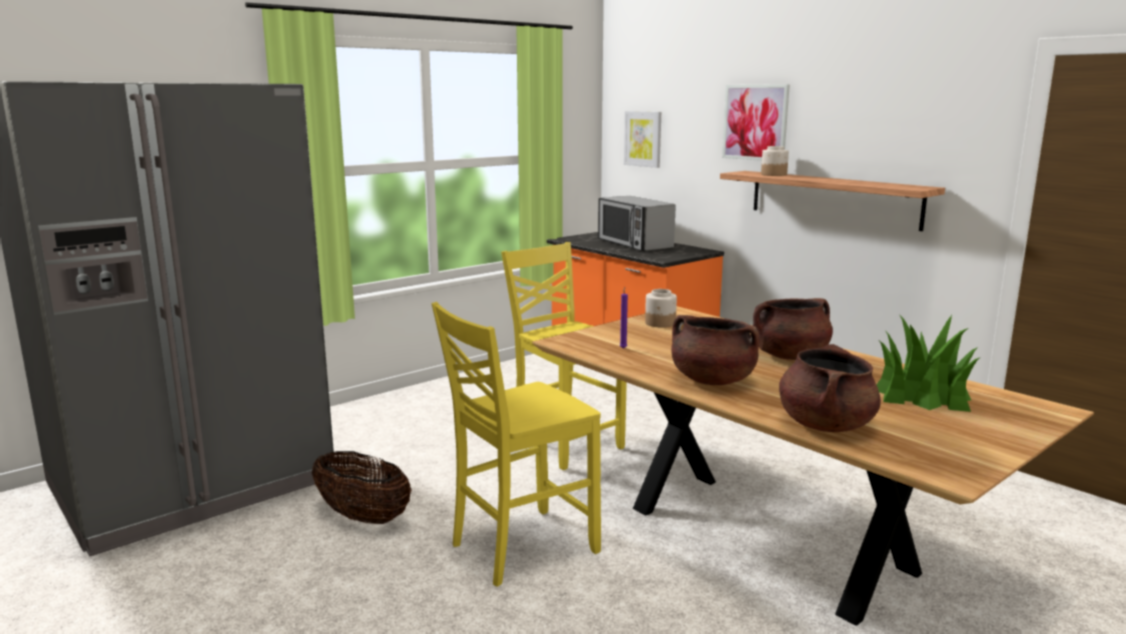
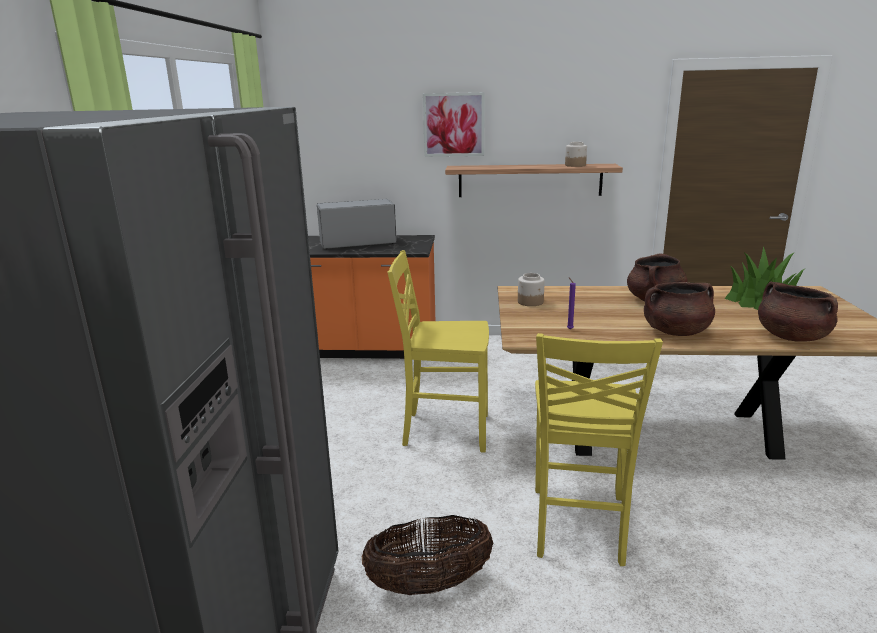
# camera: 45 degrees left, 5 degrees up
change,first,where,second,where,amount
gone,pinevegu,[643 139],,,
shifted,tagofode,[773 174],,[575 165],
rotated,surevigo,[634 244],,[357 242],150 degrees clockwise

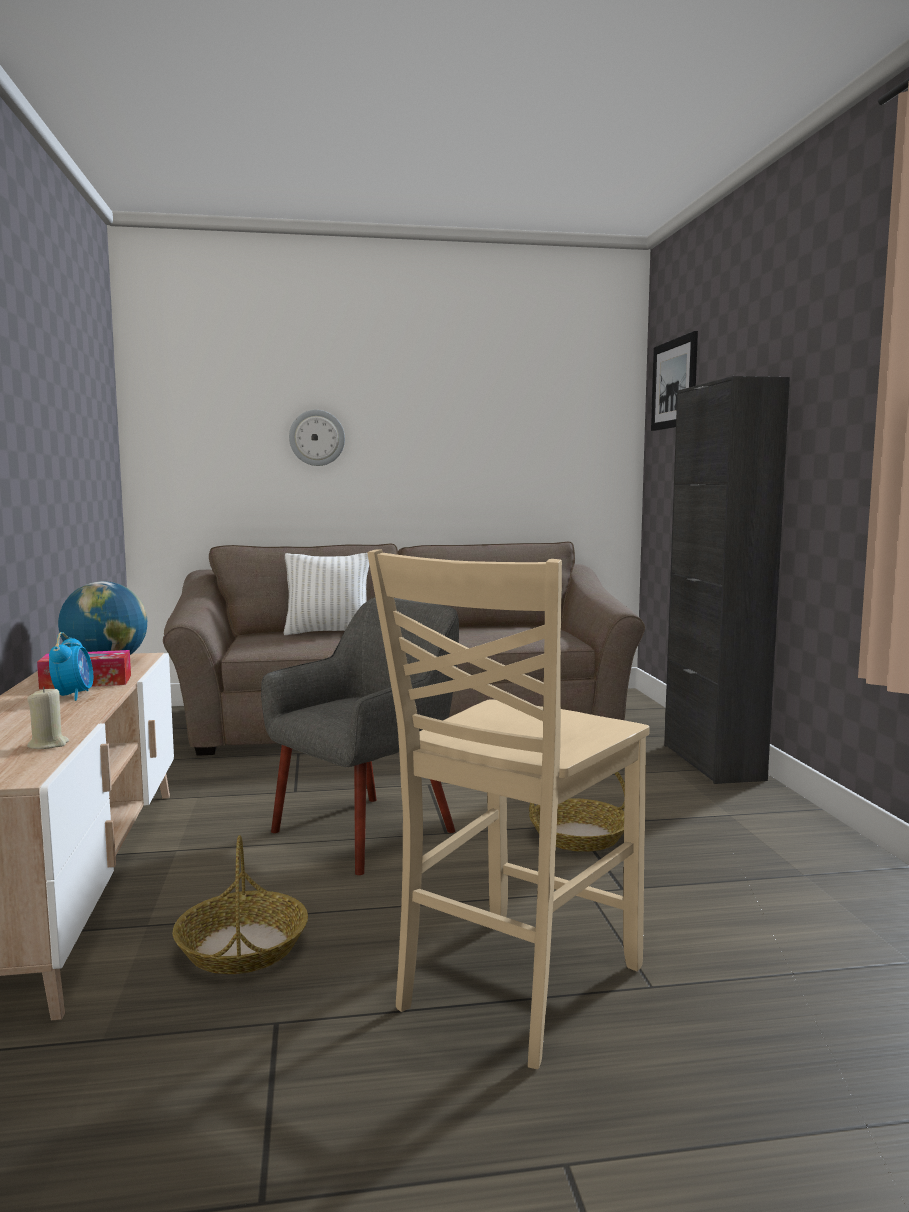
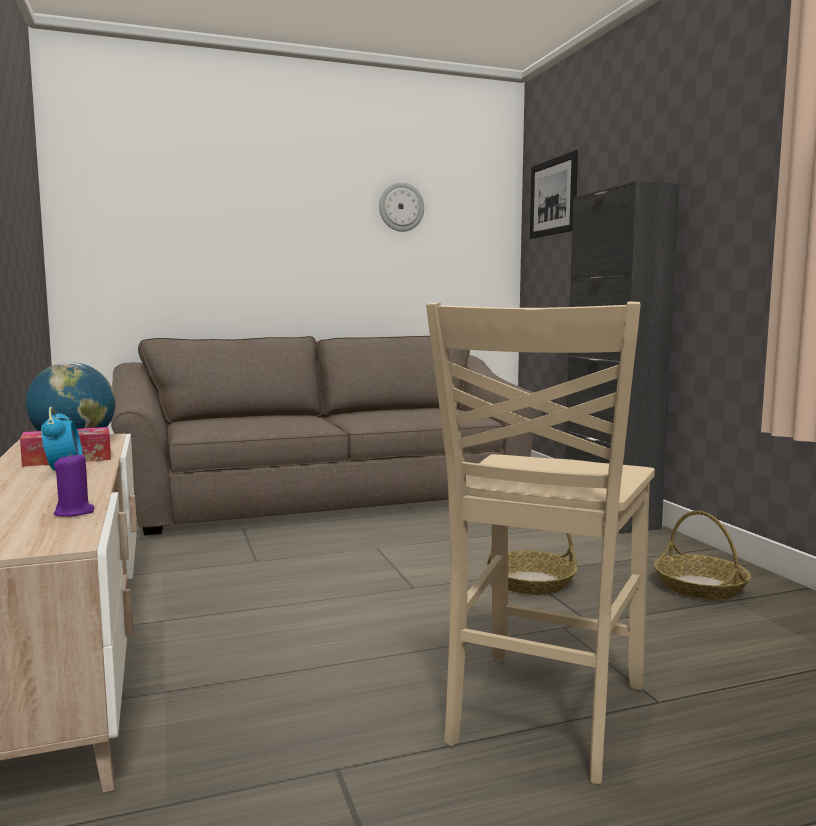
# camera: 10 degrees left, 0 degrees up
change,first,where,second,where,amount
gone,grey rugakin,[367 831],,,
gone,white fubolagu,[329 632],,,
shifted,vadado,[242 947],,[699 587],
shifted,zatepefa,[317 438],,[401 207],
repainted,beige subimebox,[48 745],purple subimebox,[74 512],

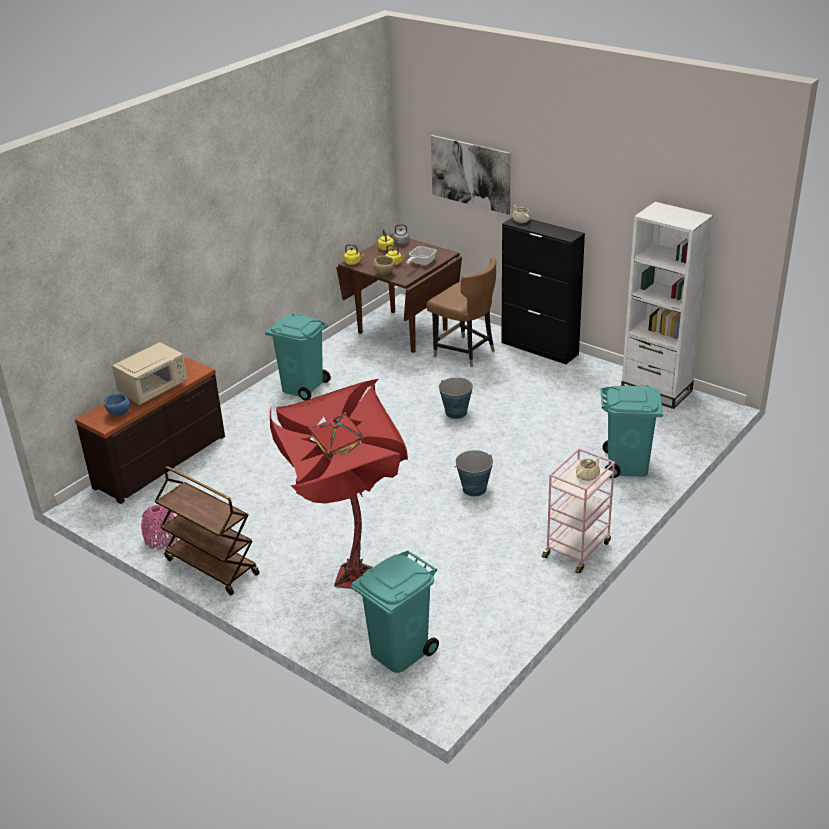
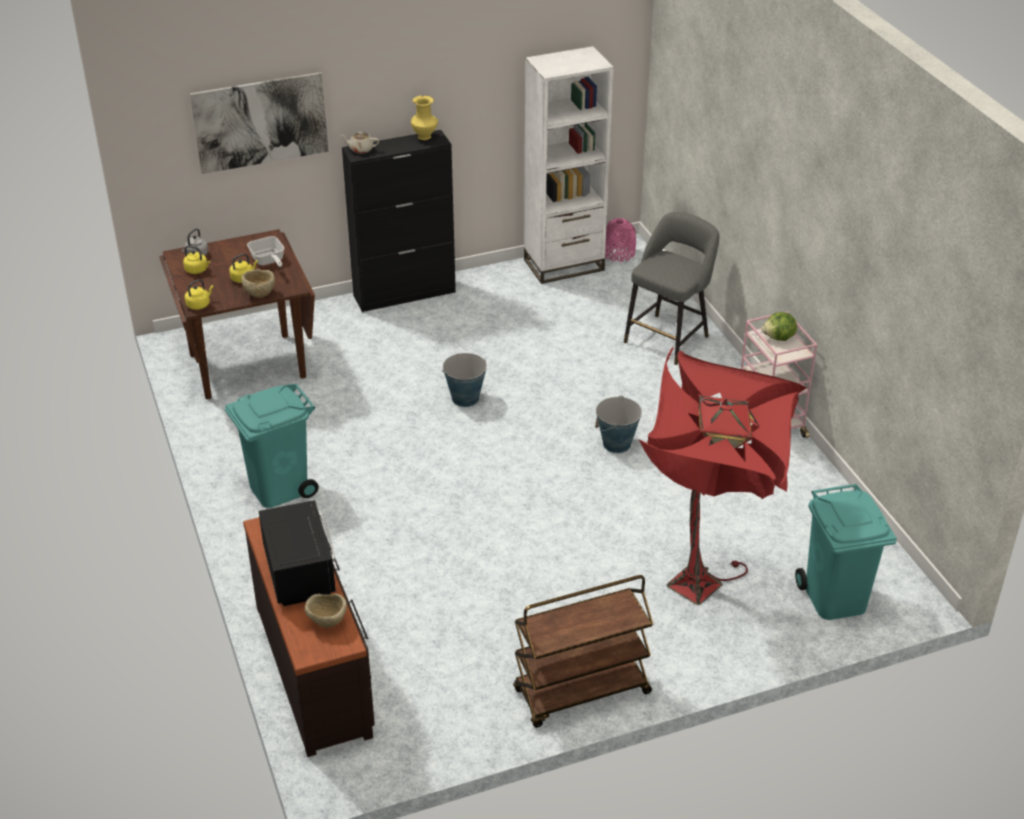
# camera: 60 degrees left, 5 degrees up
change,first,where,second,where,amount
gone,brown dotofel,[465 352],,,
new,,,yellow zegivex,[425 137],
shifted,pink zegivex,[161 538],,[618 253],
swapped,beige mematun,[588 475],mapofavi,[779 338],
swapped,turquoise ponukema,[627 466],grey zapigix,[669 337],
repainted,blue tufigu,[119 413],beige tufigu,[327 622],
repainted,beige surevigo,[154 389],black surevigo,[300 572],

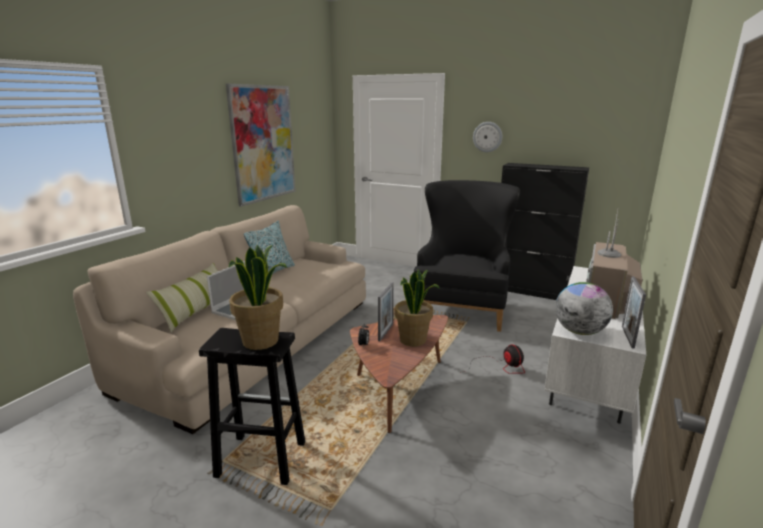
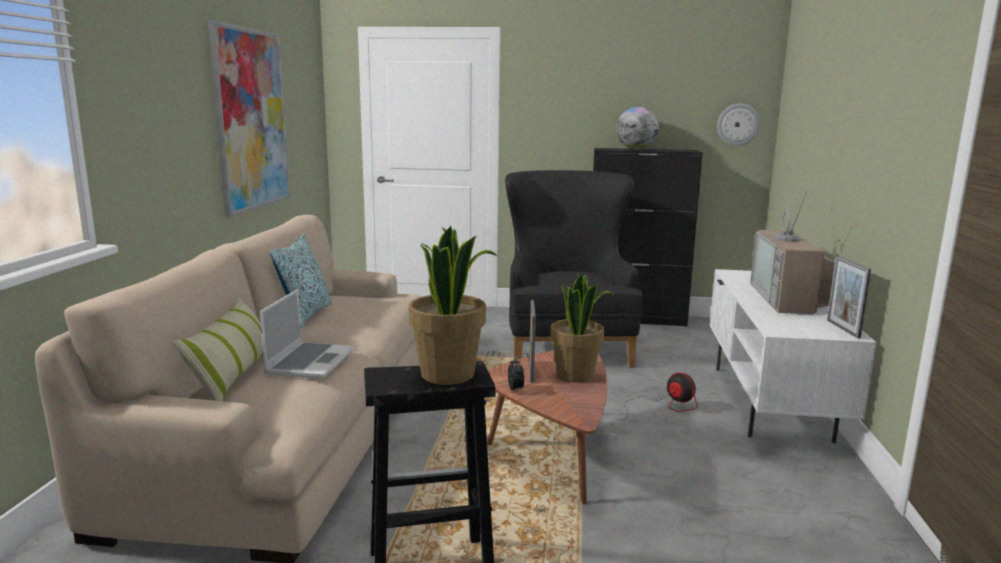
# camera: 20 degrees left, 5 degrees down
change,first,where,second,where,amount
shifted,zatepefa,[487 137],,[738 124],
shifted,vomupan,[579 331],,[635 149],

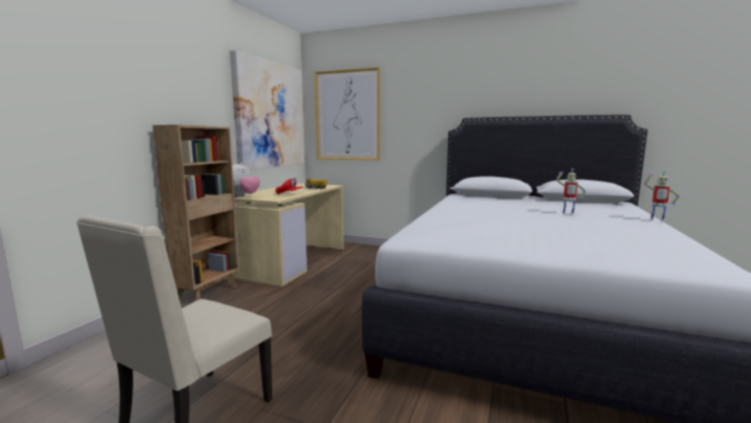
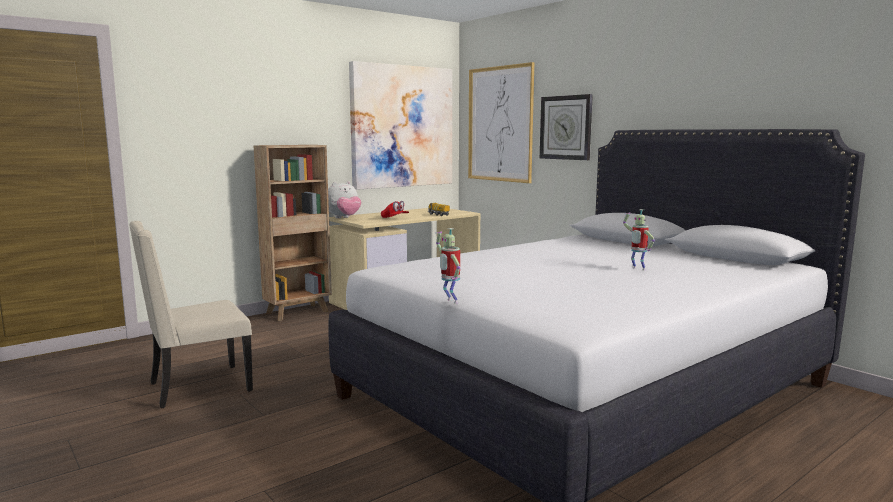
# camera: 30 degrees right, 0 degrees up
change,first,where,second,where,amount
new,,,zatepefa,[566 127],
shifted,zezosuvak,[656 220],,[450 301],

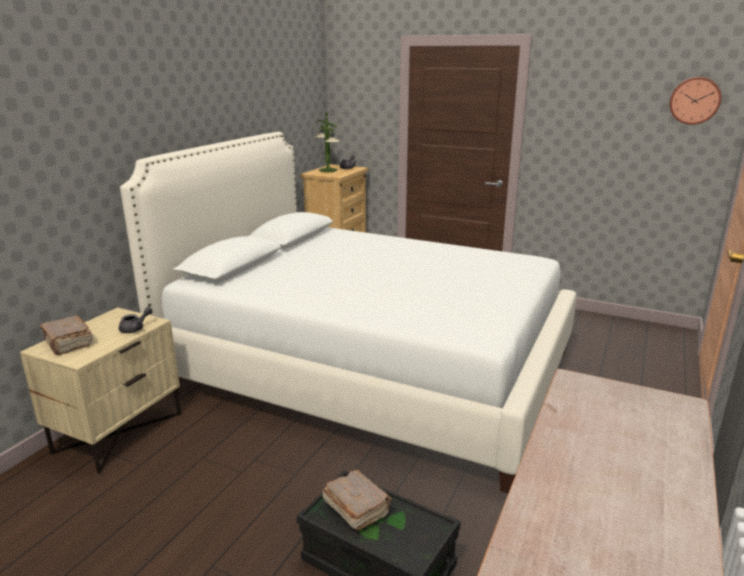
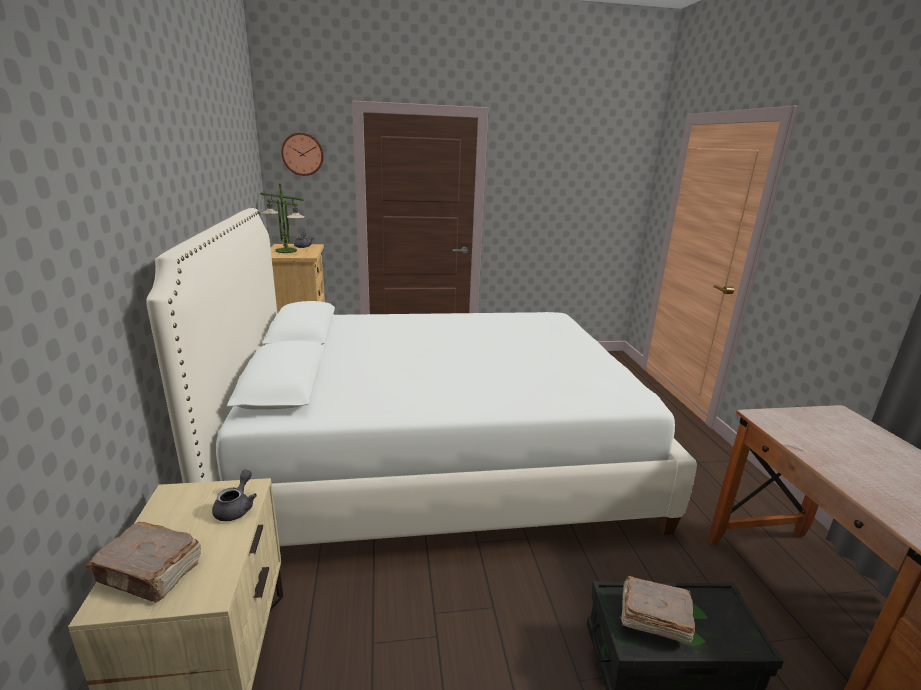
# camera: 35 degrees left, 0 degrees up
change,first,where,second,where,amount
shifted,zatepefa,[694 100],,[303 154],

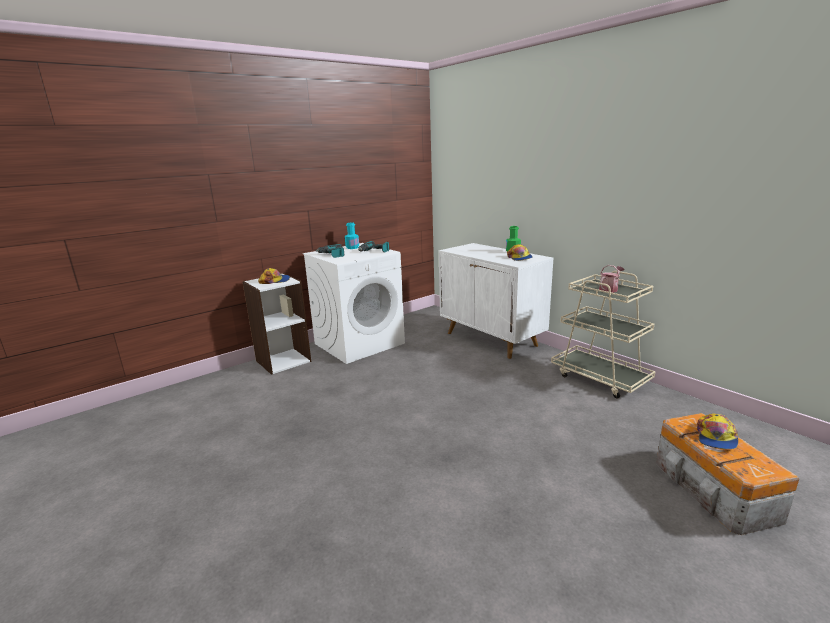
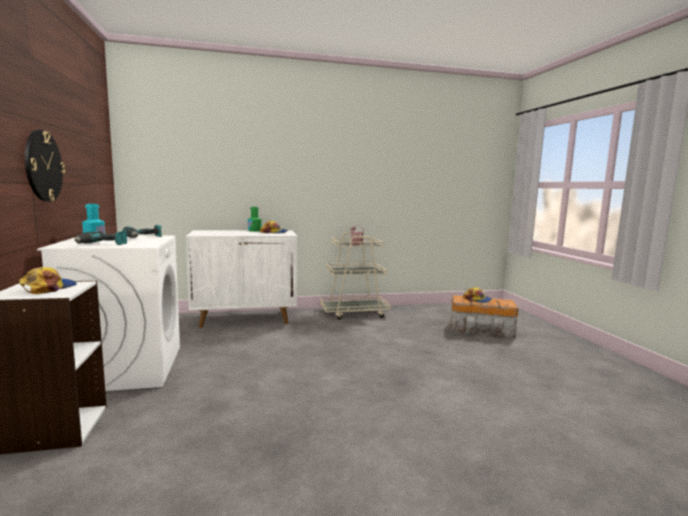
# camera: 65 degrees left, 10 degrees down
change,first,where,second,where,amount
new,,,zatepefa,[43 166],

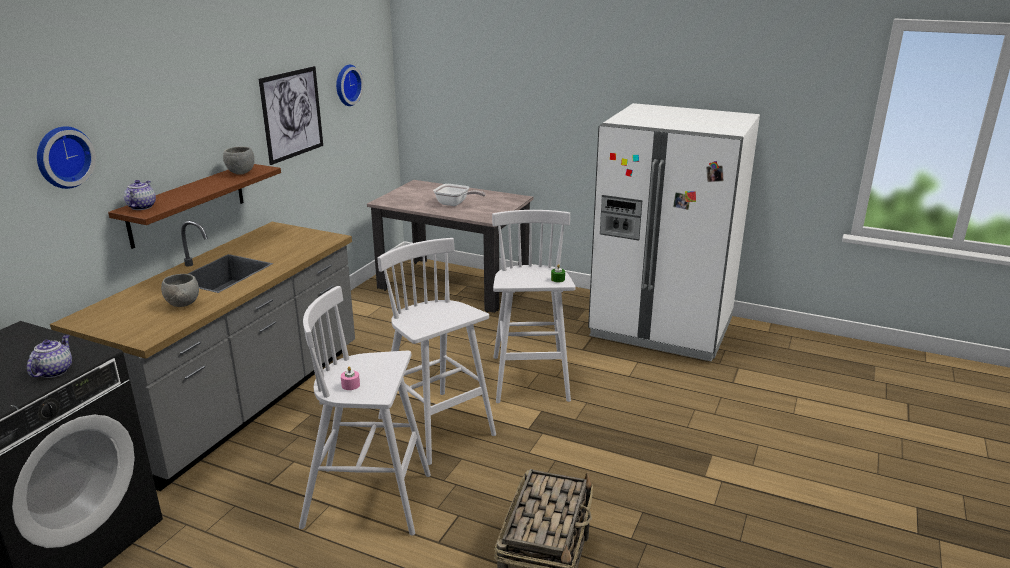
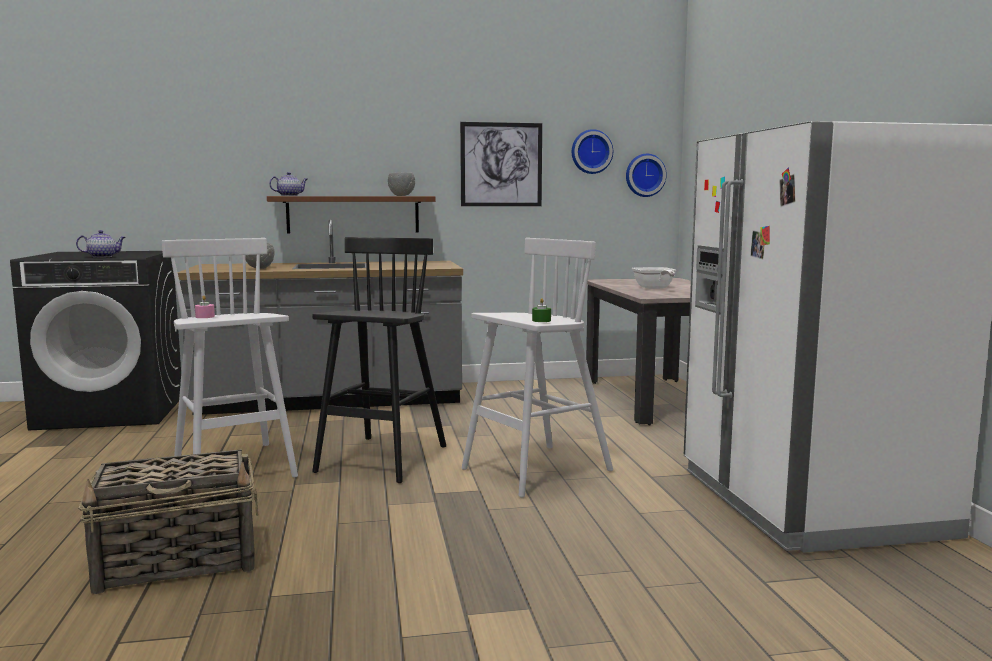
# camera: 55 degrees right, 15 degrees down
change,first,where,second,where,amount
shifted,zatepefa,[62 157],,[644 175],
repainted,white zapigix,[437 427],black zapigix,[381 460],

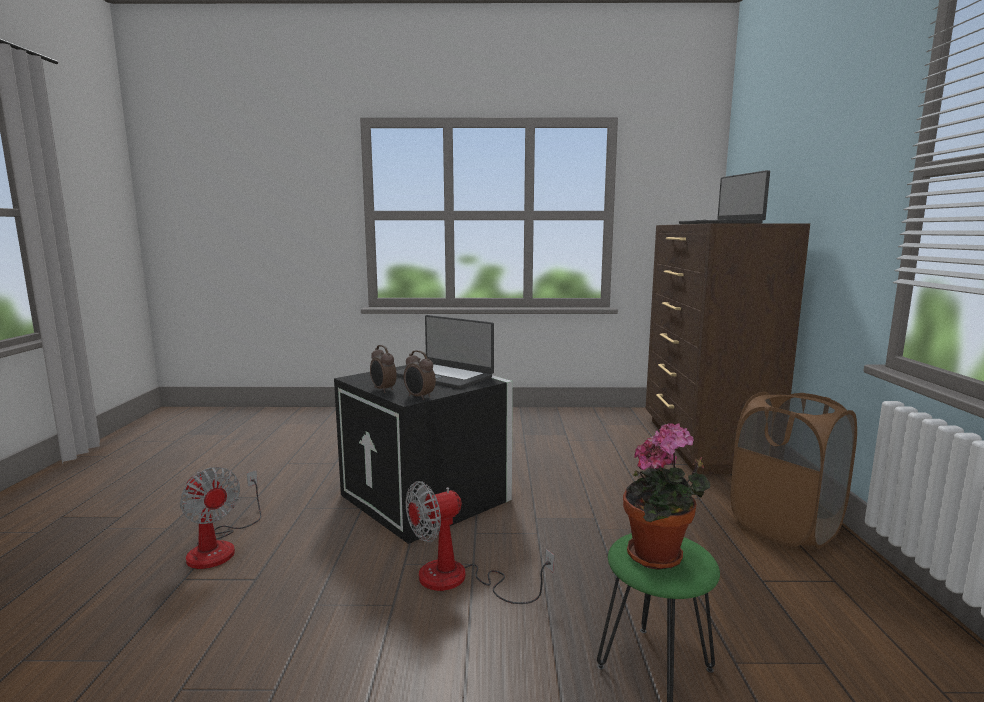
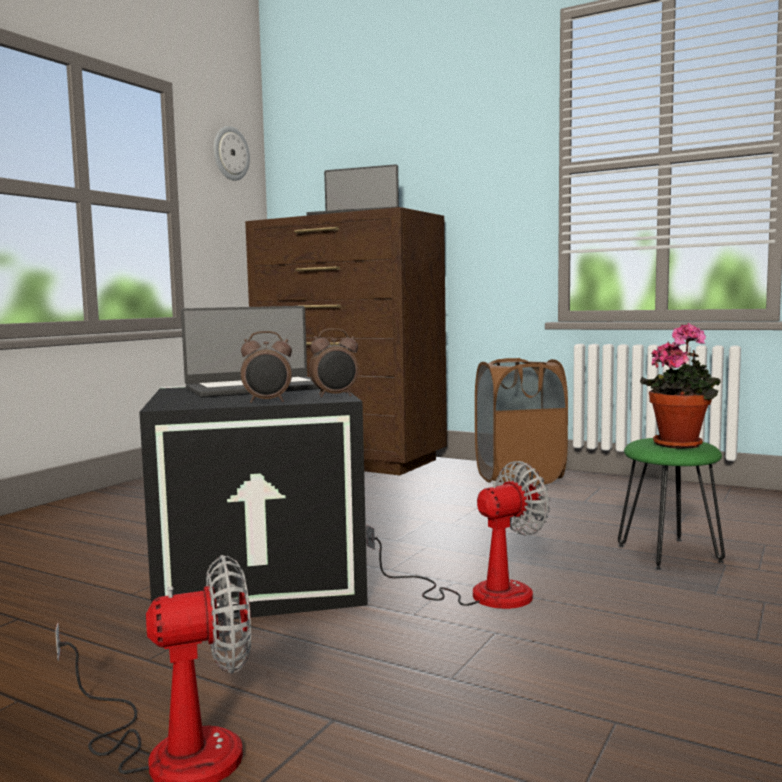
# camera: 60 degrees left, 5 degrees down
change,first,where,second,where,amount
new,,,zatepefa,[230 153],
rotated,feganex,[459 580],,[479 593],120 degrees counterclockwise

